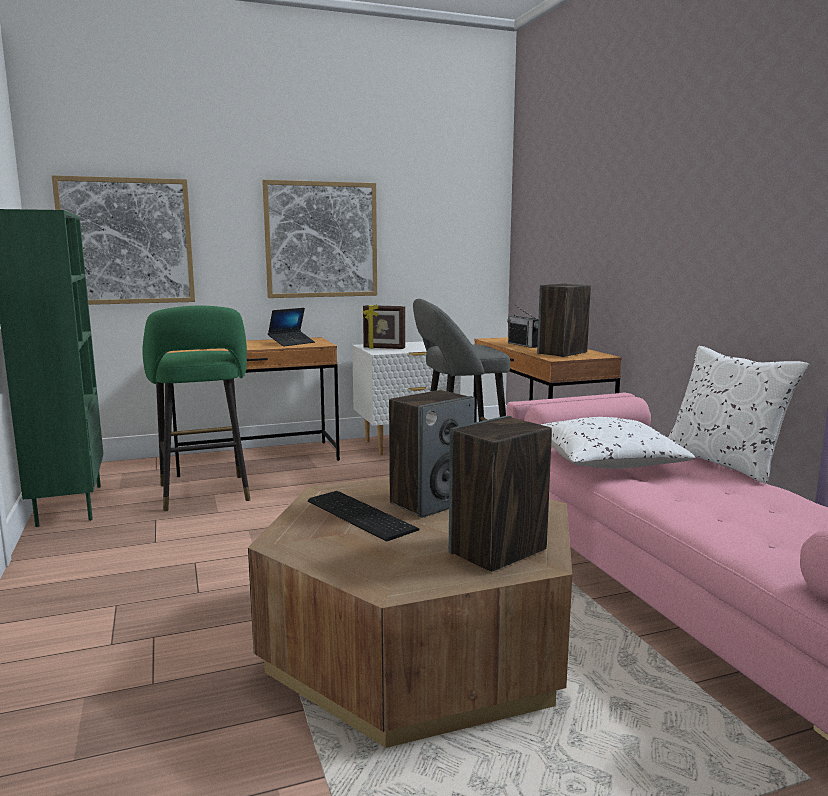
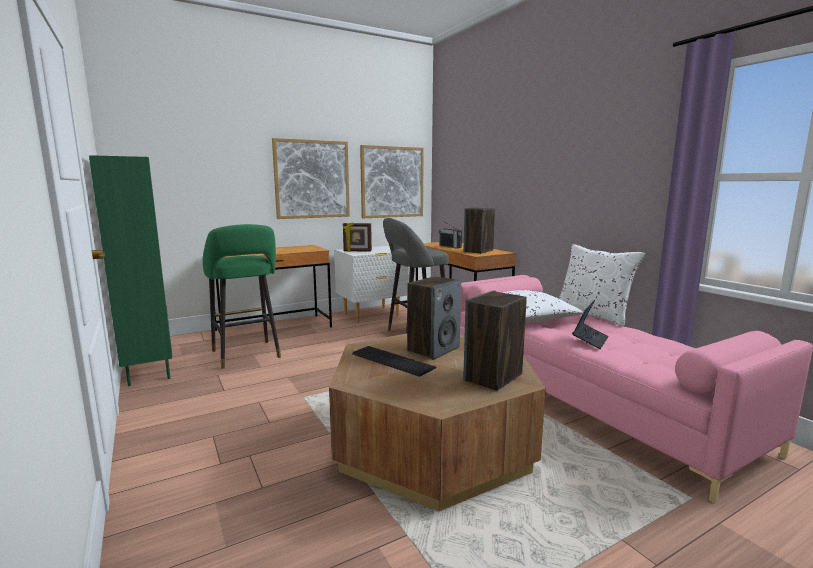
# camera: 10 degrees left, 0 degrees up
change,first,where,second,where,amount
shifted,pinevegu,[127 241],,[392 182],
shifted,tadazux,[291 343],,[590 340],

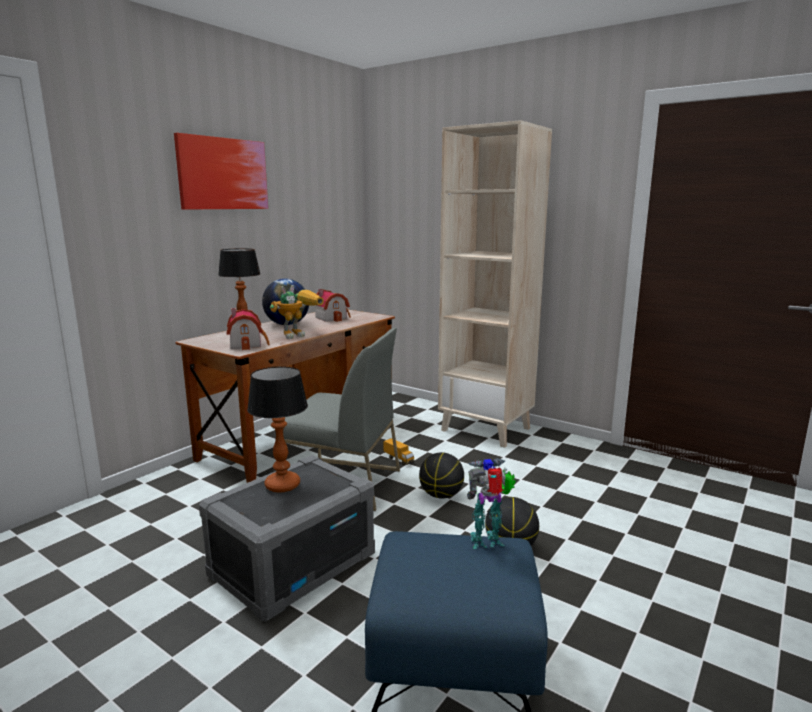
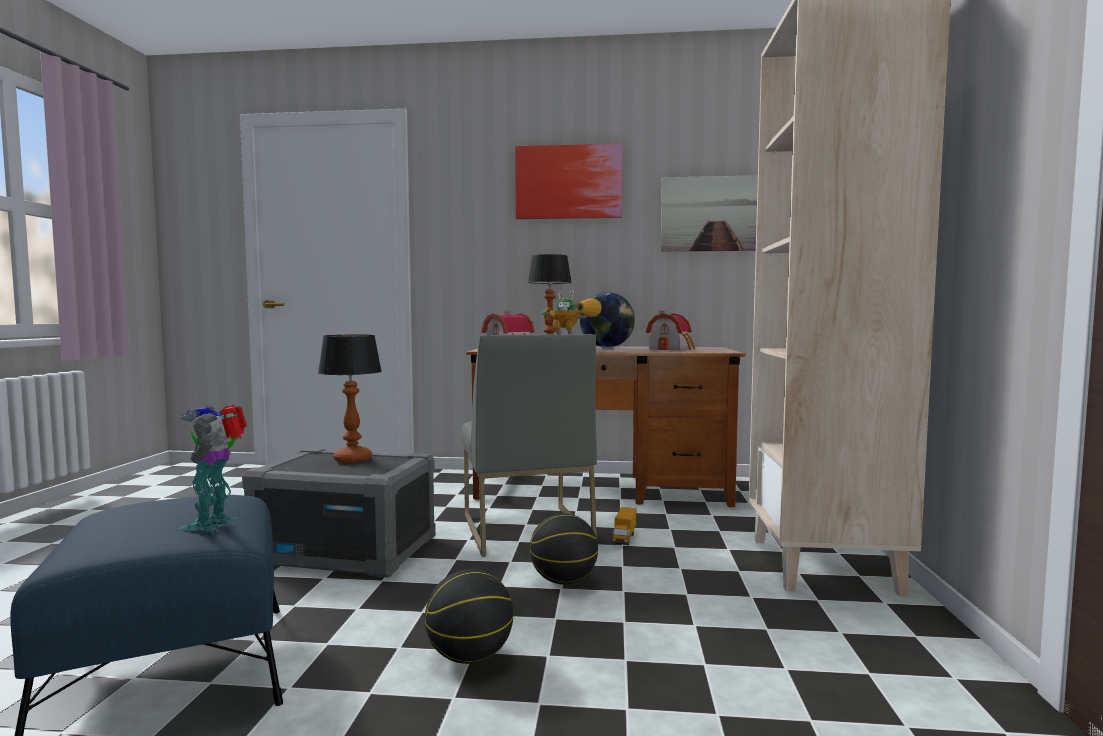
# camera: 60 degrees right, 10 degrees down
change,first,where,second,where,amount
new,,,pinevegu,[716 214],
rotated,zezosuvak,[488 542],,[215 523],135 degrees counterclockwise

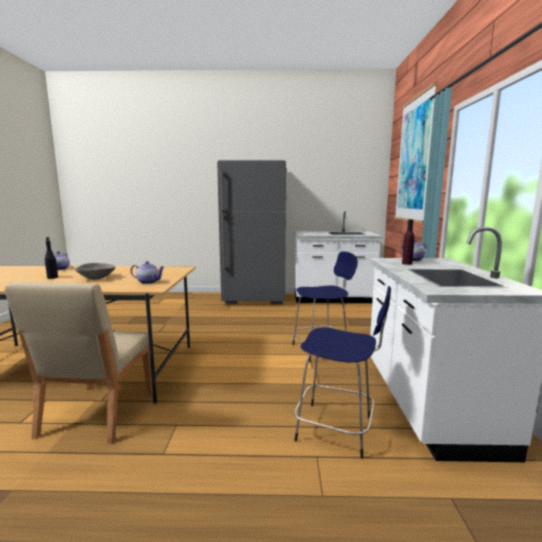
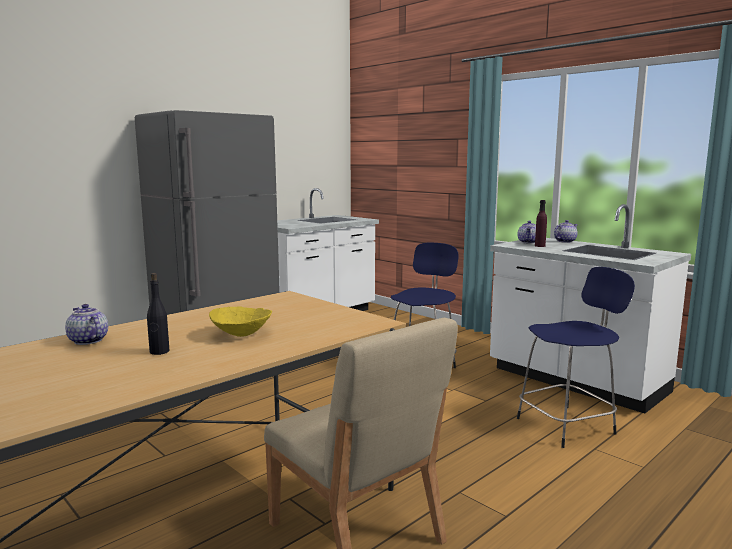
# camera: 45 degrees left, 0 degrees up
change,first,where,second,where,amount
gone,pinevegu,[414 160],,,
shifted,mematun,[149 282],,[564 241],
repainted,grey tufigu,[97 278],yellow tufigu,[241 333],

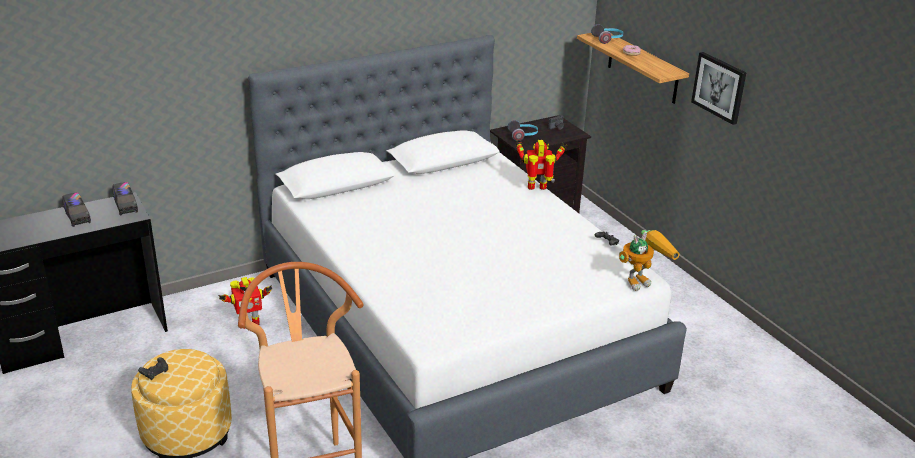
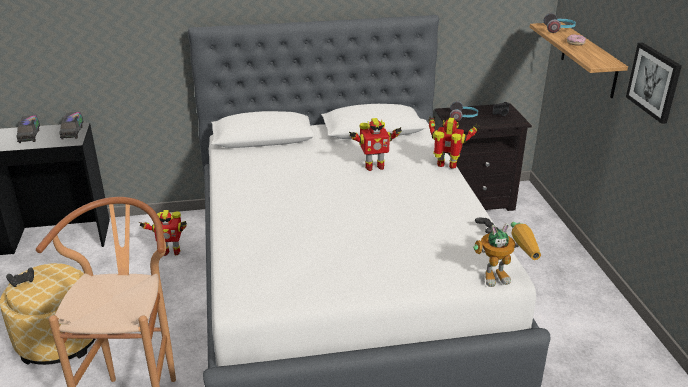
# camera: 20 degrees right, 0 degrees up
change,first,where,second,where,amount
new,,,zezosuvak,[373 166],

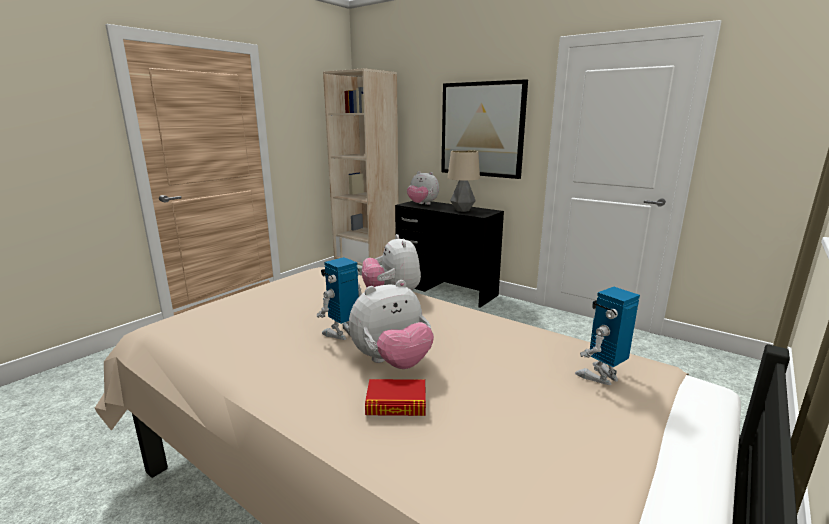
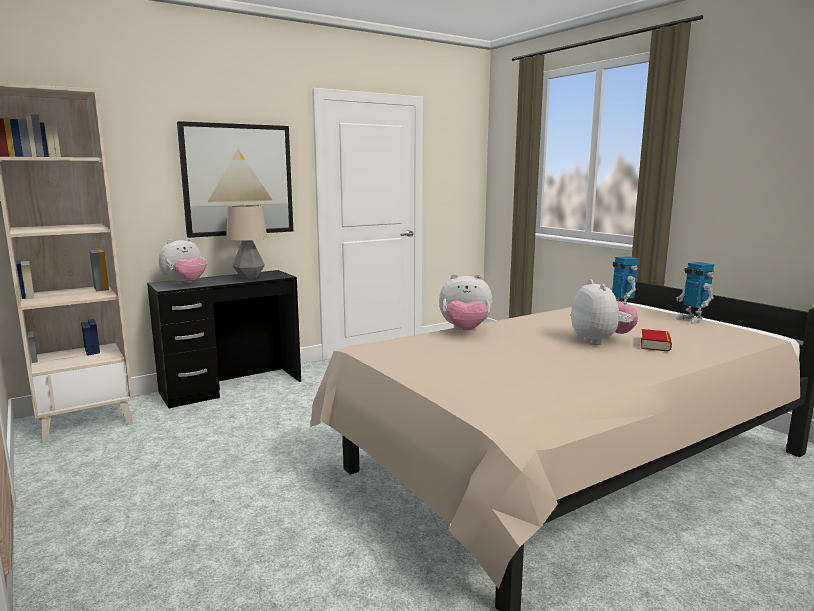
# camera: 70 degrees left, 5 degrees down
change,first,where,second,where,amount
shifted,zezosuvak,[342 334],,[692 320],

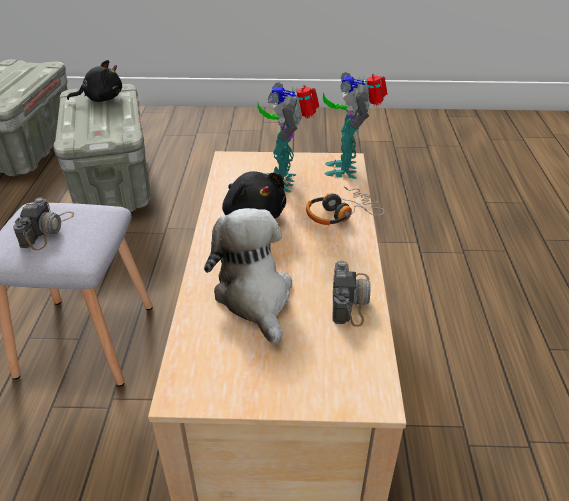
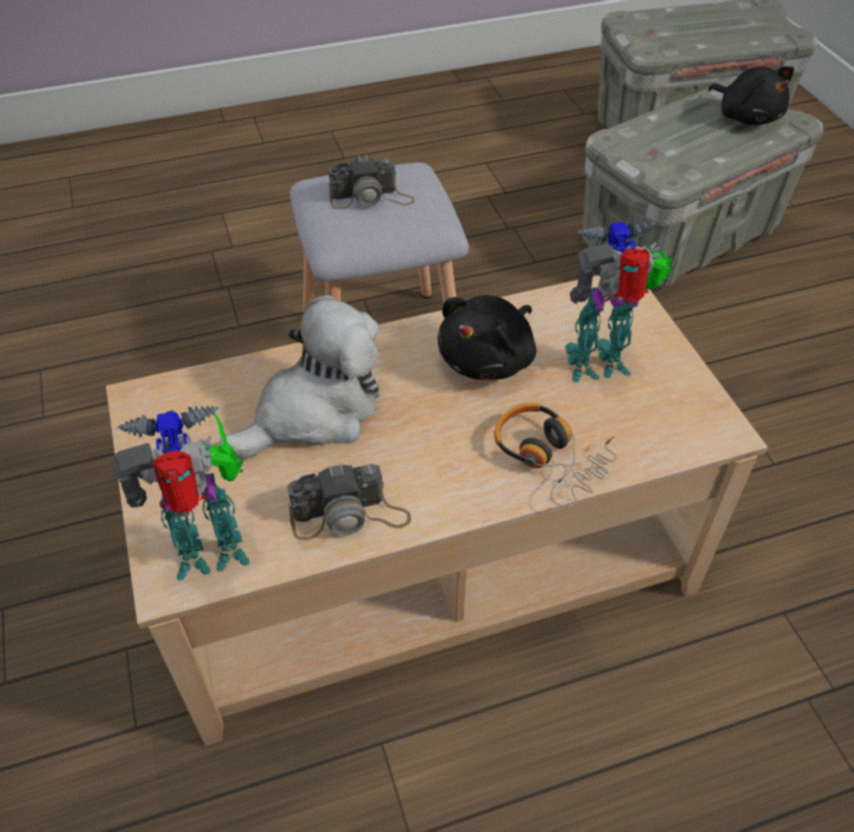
# camera: 70 degrees right, 10 degrees up
change,first,where,second,where,amount
shifted,zezosuvak,[346 168],,[215 554],

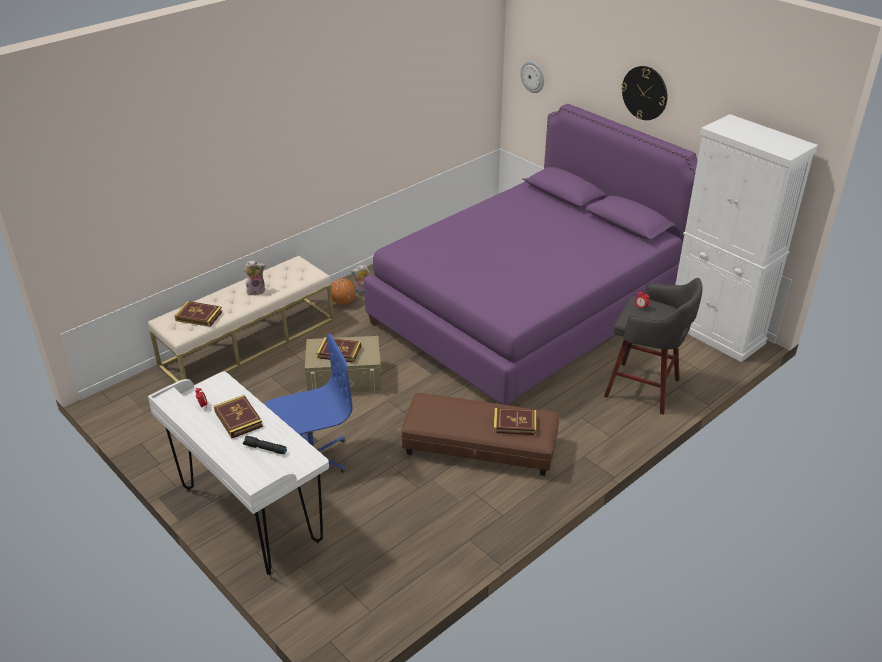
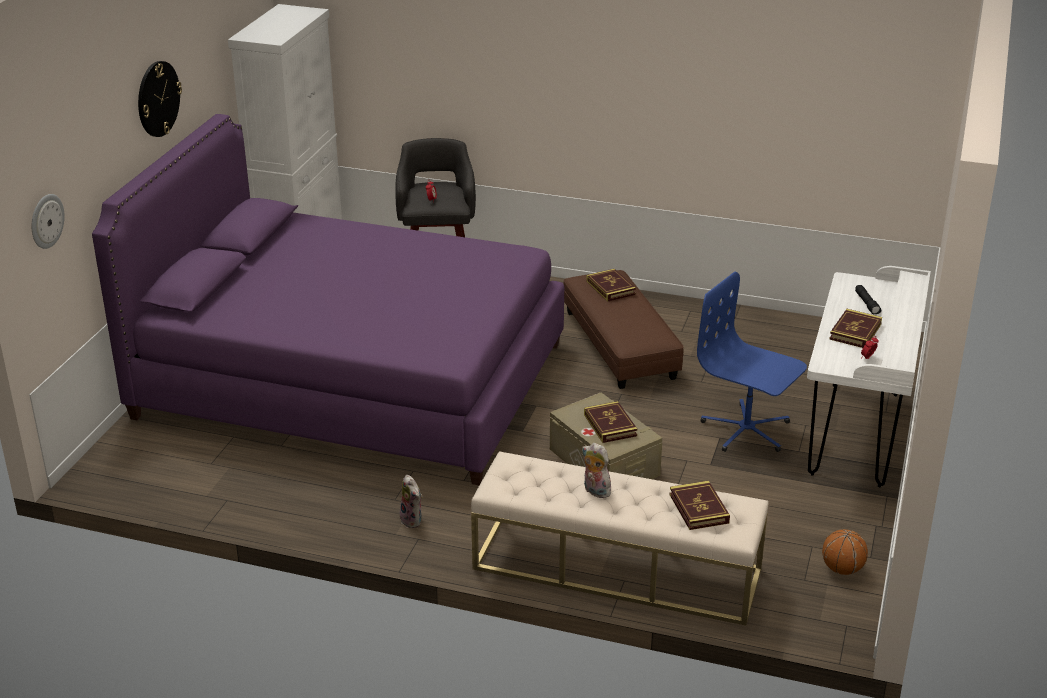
# camera: 120 degrees left, 5 degrees down
change,first,where,second,where,amount
shifted,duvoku,[343 302],,[842 569],

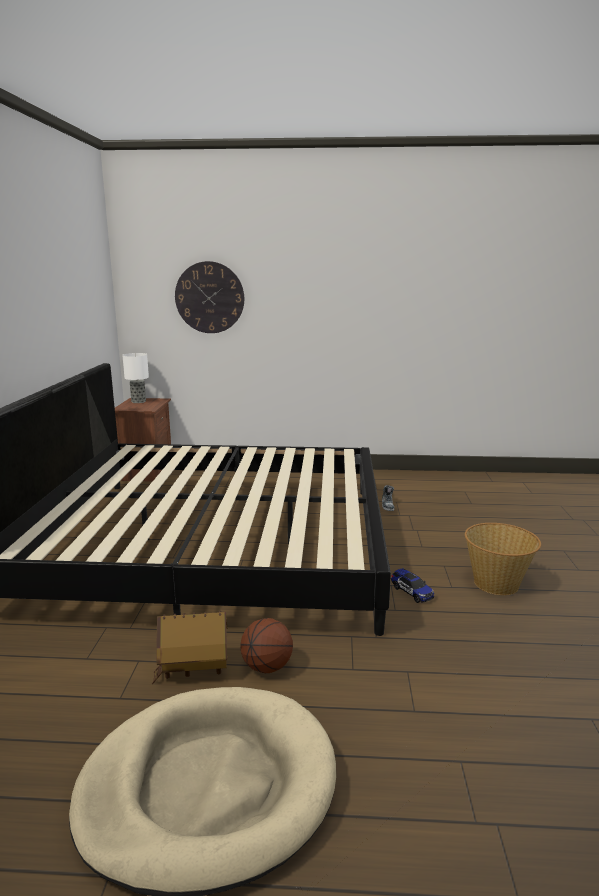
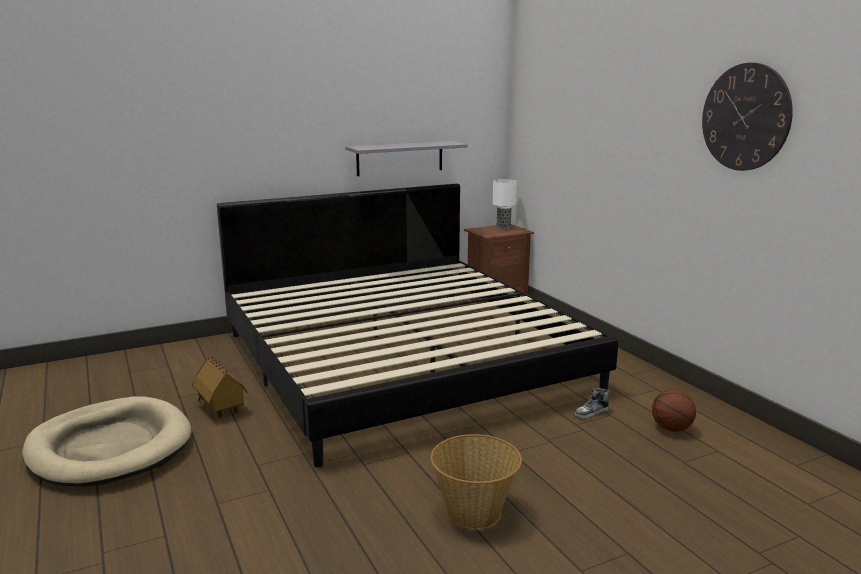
# camera: 60 degrees right, 0 degrees up
change,first,where,second,where,amount
gone,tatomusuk,[411 592],,,
new,,,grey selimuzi,[400 158],
shifted,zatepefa,[209 297],,[745 117],
shifted,duvoku,[267 666],,[672 428],

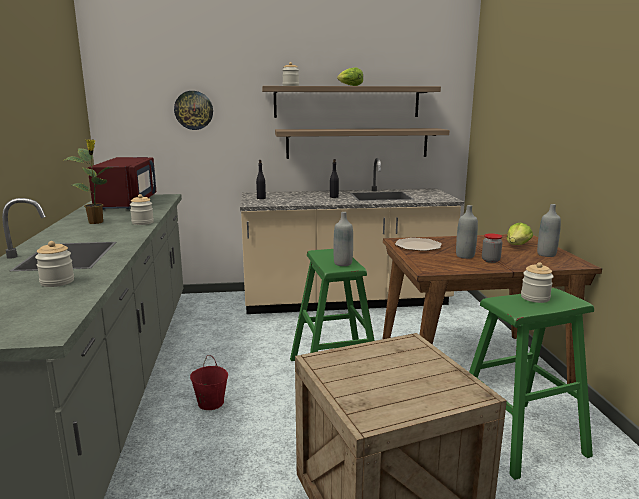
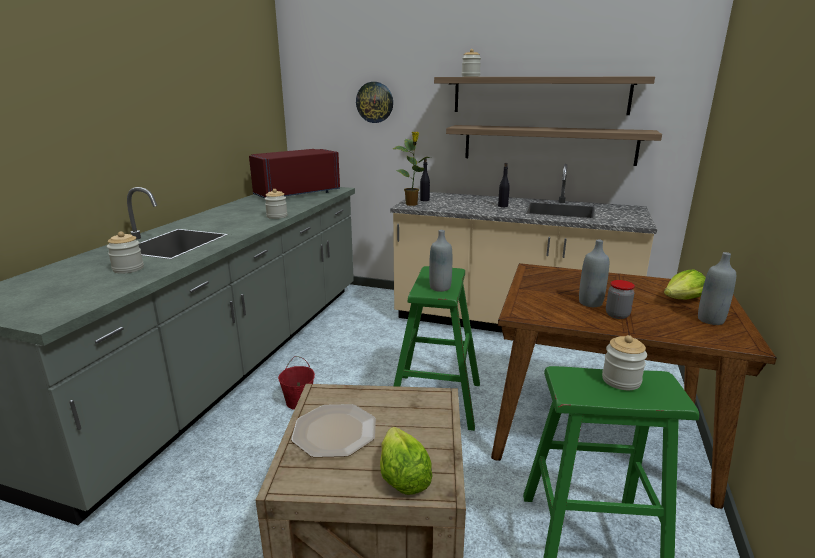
# camera: 25 degrees right, 5 degrees up
change,first,where,second,where,amount
shifted,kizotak,[97 222],,[412 204],
shifted,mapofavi,[349 86],,[402 476],
shifted,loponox,[418 246],,[334 432],
rotated,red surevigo,[128 203],,[296 193],150 degrees counterclockwise

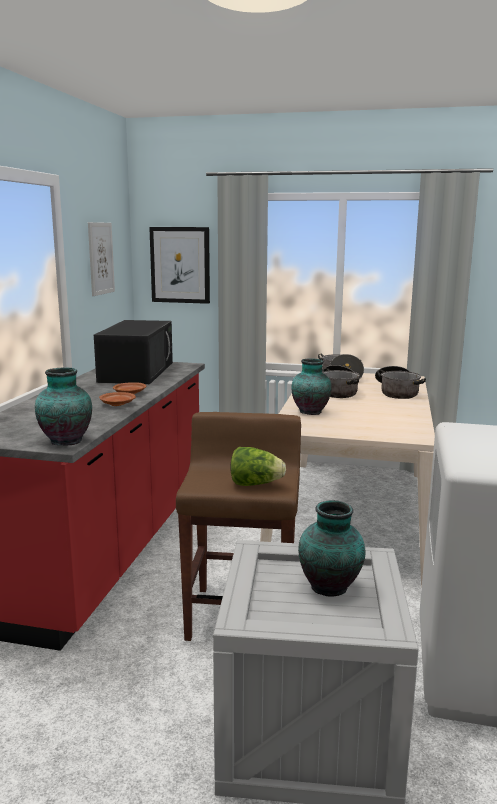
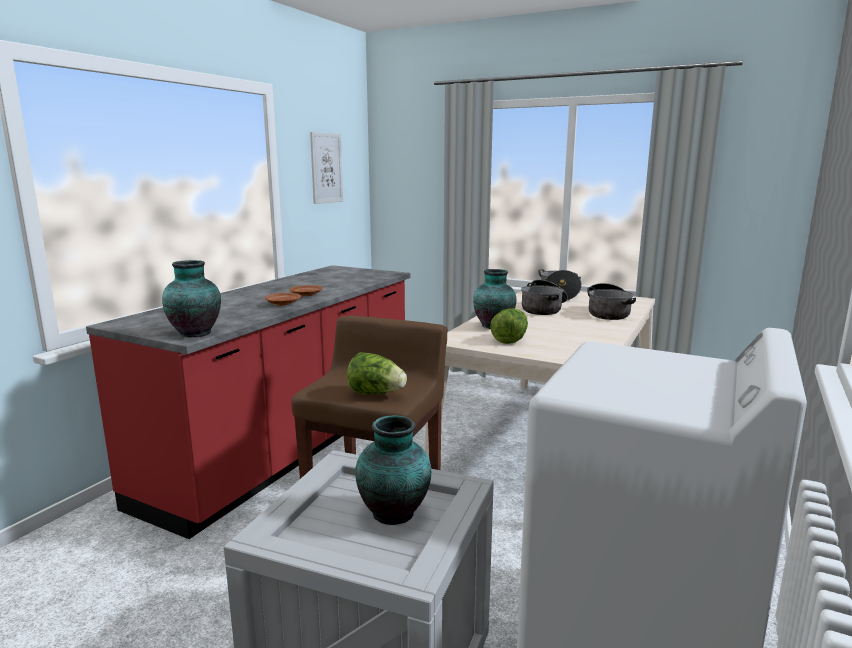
# camera: 15 degrees right, 0 degrees up
change,first,where,second,where,amount
gone,black surevigo,[137 371],,,
gone,pinevegu,[180 265],,,
new,,,mapofavi,[510 340],

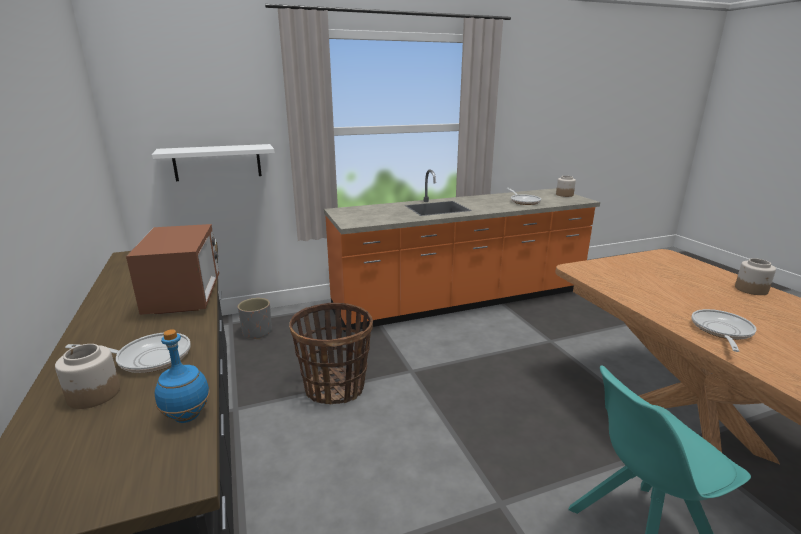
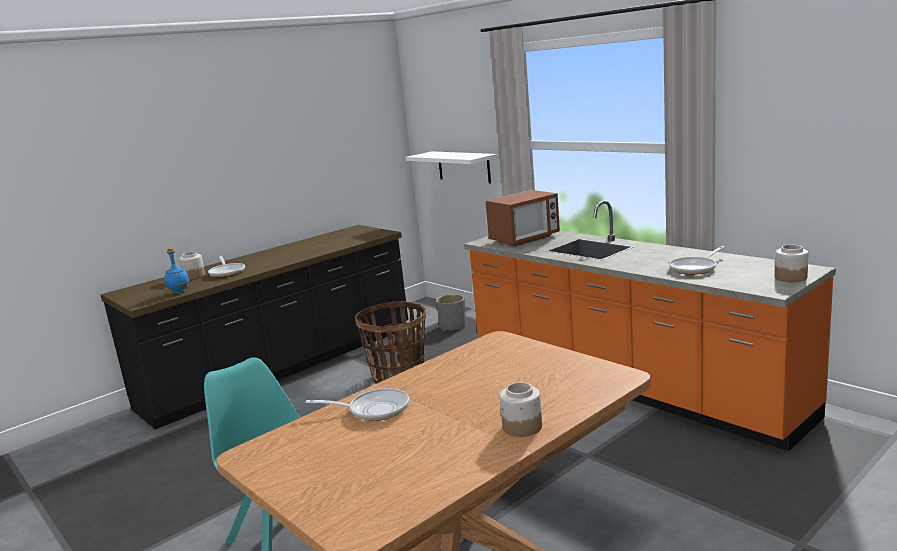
# camera: 70 degrees right, 5 degrees down
change,first,where,second,where,amount
shifted,surevigo,[185 297],,[524 239],

